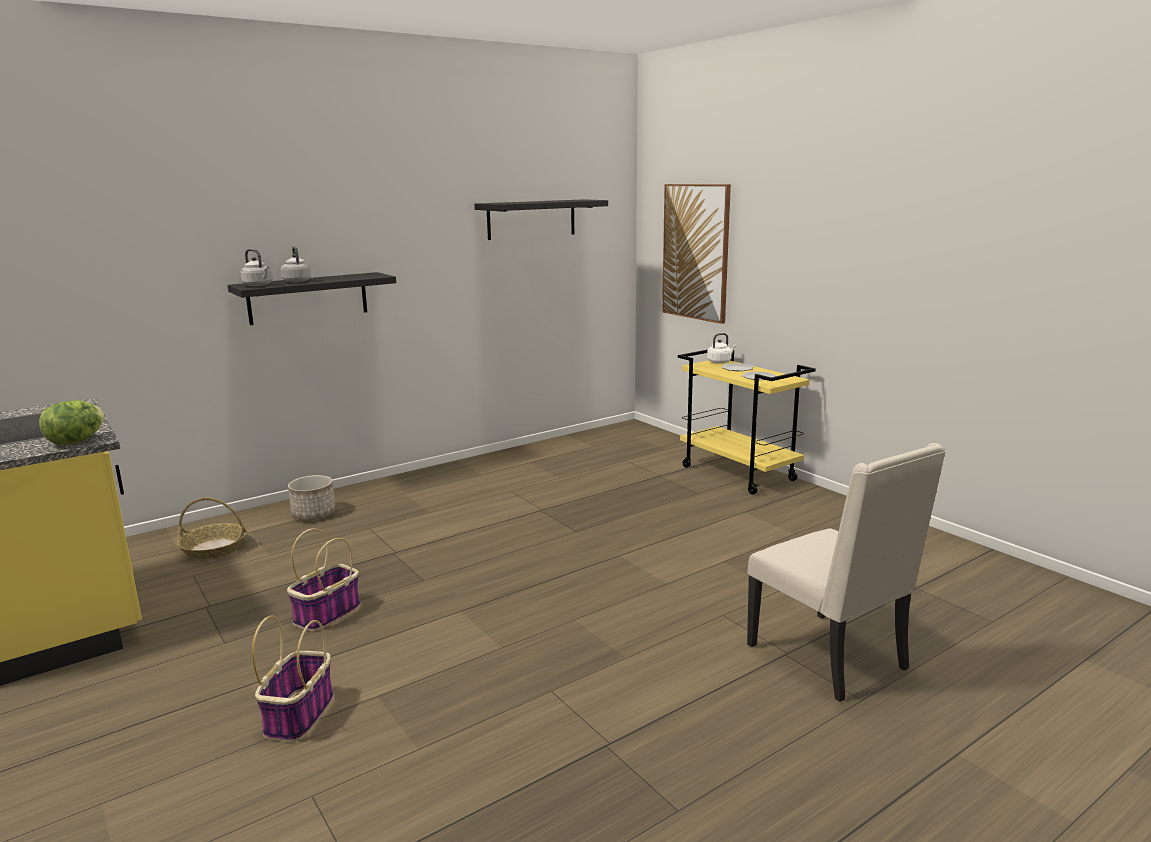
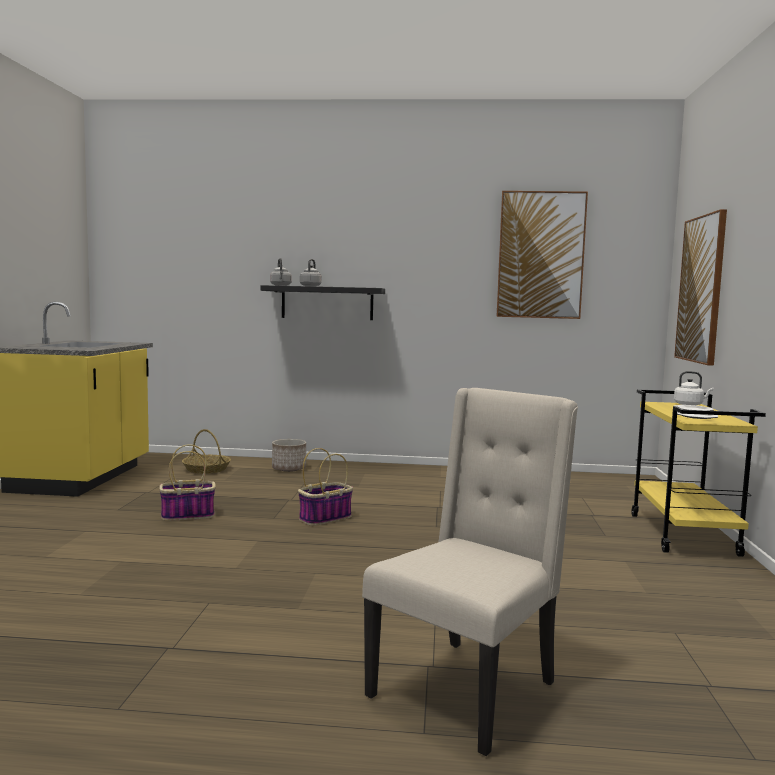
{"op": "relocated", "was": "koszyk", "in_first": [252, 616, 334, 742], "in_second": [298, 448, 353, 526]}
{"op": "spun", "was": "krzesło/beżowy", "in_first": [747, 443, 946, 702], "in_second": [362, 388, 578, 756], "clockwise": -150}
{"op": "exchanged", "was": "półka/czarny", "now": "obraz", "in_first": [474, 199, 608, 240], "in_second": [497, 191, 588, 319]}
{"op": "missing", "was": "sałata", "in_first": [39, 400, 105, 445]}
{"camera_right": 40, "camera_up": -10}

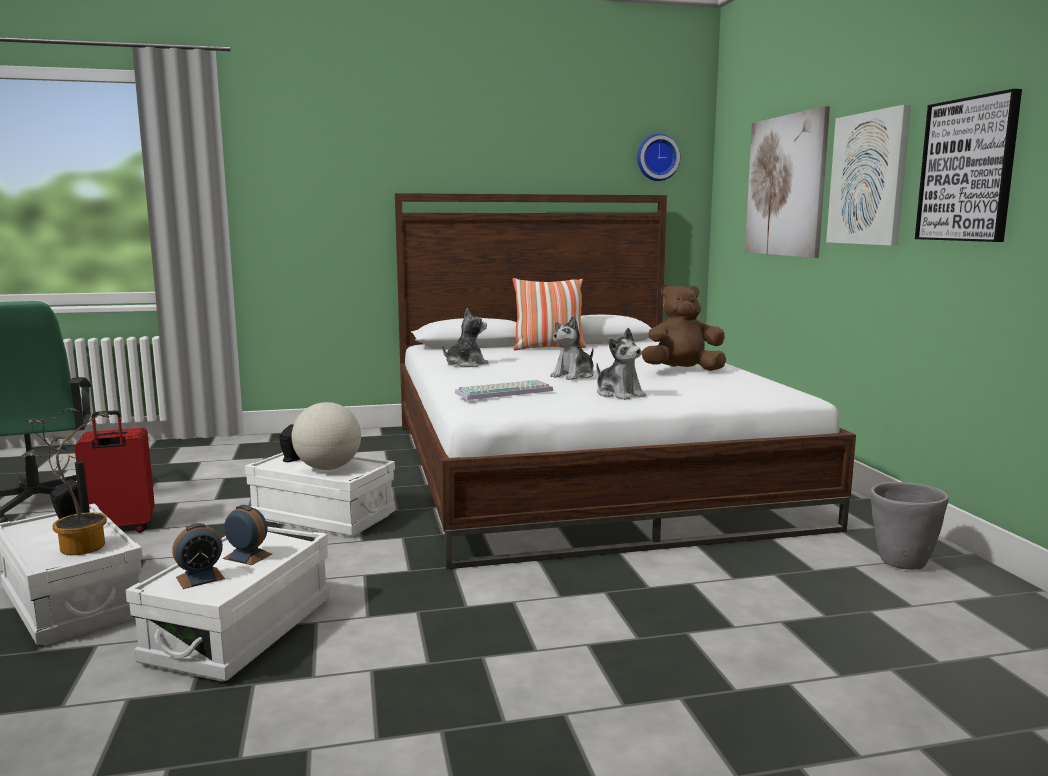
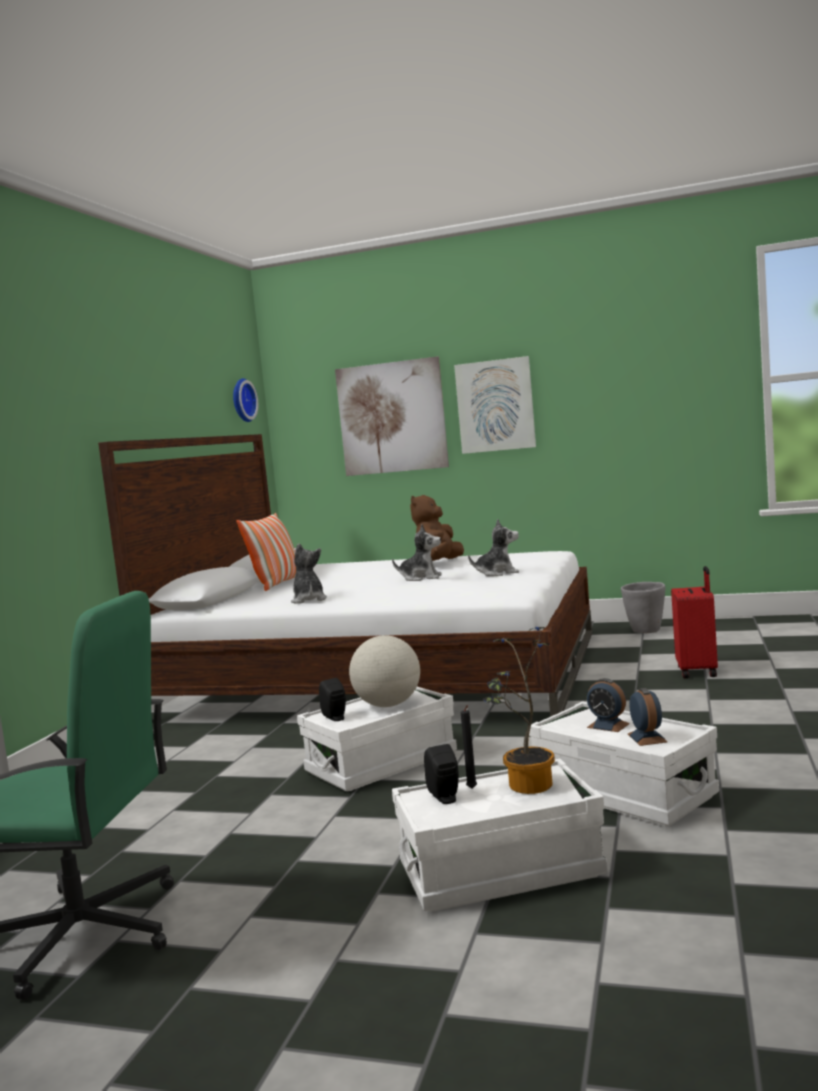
{"op": "spun", "was": "pluszak", "in_first": [550, 316, 594, 380], "in_second": [392, 524, 442, 581], "clockwise": -60}
{"op": "spun", "was": "budzik", "in_first": [223, 505, 272, 565], "in_second": [587, 678, 630, 732], "clockwise": -105}
{"op": "relocated", "was": "walizka/czerwony", "in_first": [74, 410, 155, 533], "in_second": [671, 566, 718, 678]}
{"op": "missing", "was": "klawiatura", "in_first": [455, 380, 553, 400]}
{"op": "missing", "was": "obraz", "in_first": [915, 89, 1022, 242]}
{"camera_right": -60, "camera_up": -5}

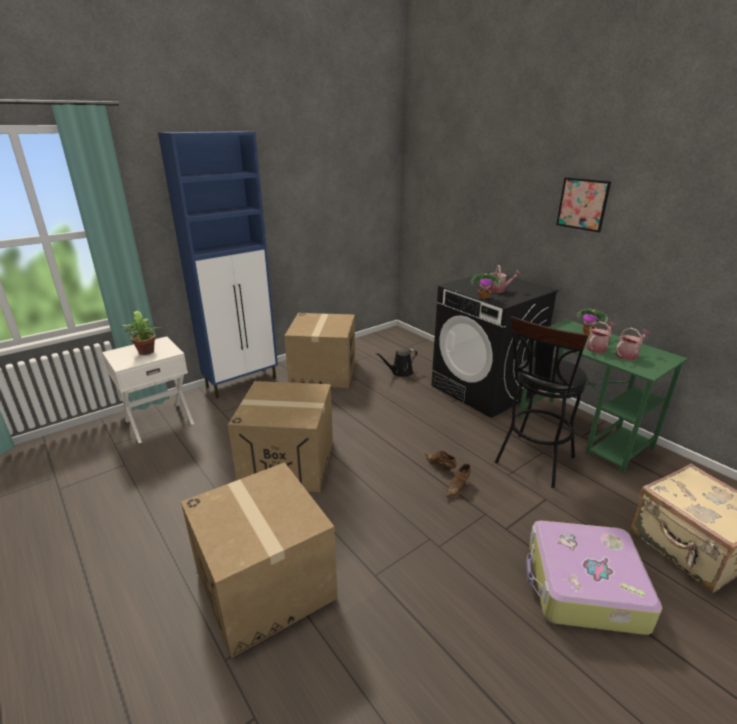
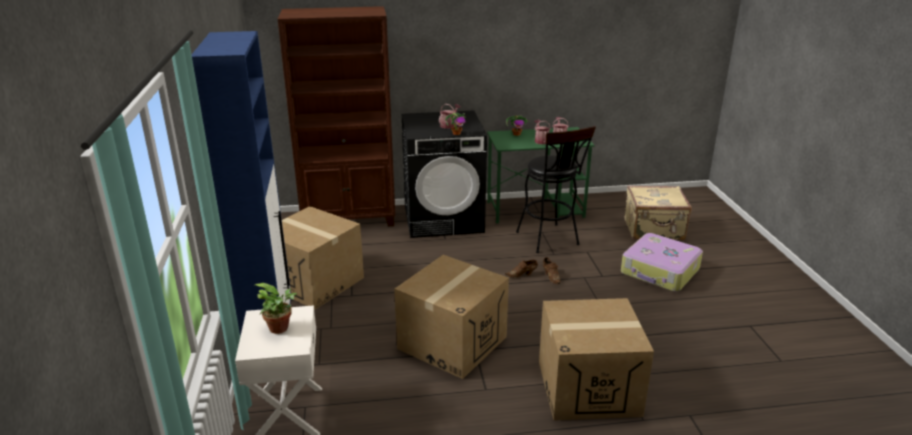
{"op": "appeared", "now": "regał/brązowy", "in_second": [278, 6, 395, 226]}
{"op": "missing", "was": "konewka/czarny", "in_first": [376, 349, 418, 376]}
{"op": "missing", "was": "obraz", "in_first": [556, 177, 611, 232]}
{"camera_right": -60, "camera_up": 0}

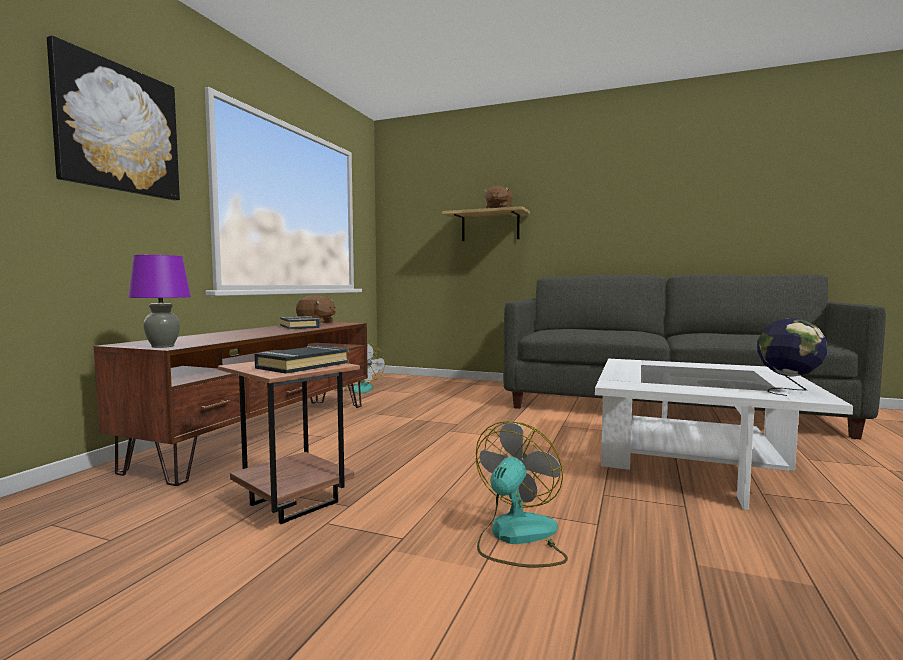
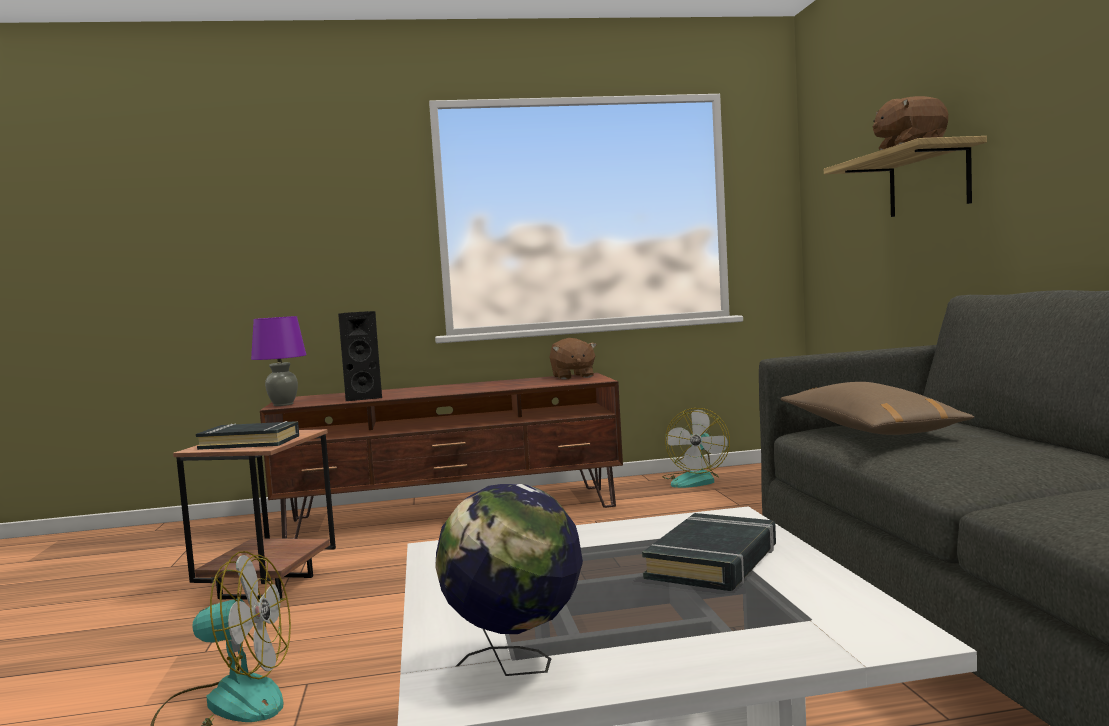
{"op": "appeared", "now": "głośnik/czarny", "in_second": [338, 311, 382, 401]}
{"op": "relocated", "was": "książka/czarny", "in_first": [280, 316, 320, 329], "in_second": [642, 513, 776, 591]}
{"op": "appeared", "now": "poduszka/brązowy", "in_second": [781, 382, 974, 435]}
{"op": "missing", "was": "obraz", "in_first": [47, 35, 180, 201]}
{"camera_right": 60, "camera_up": 0}

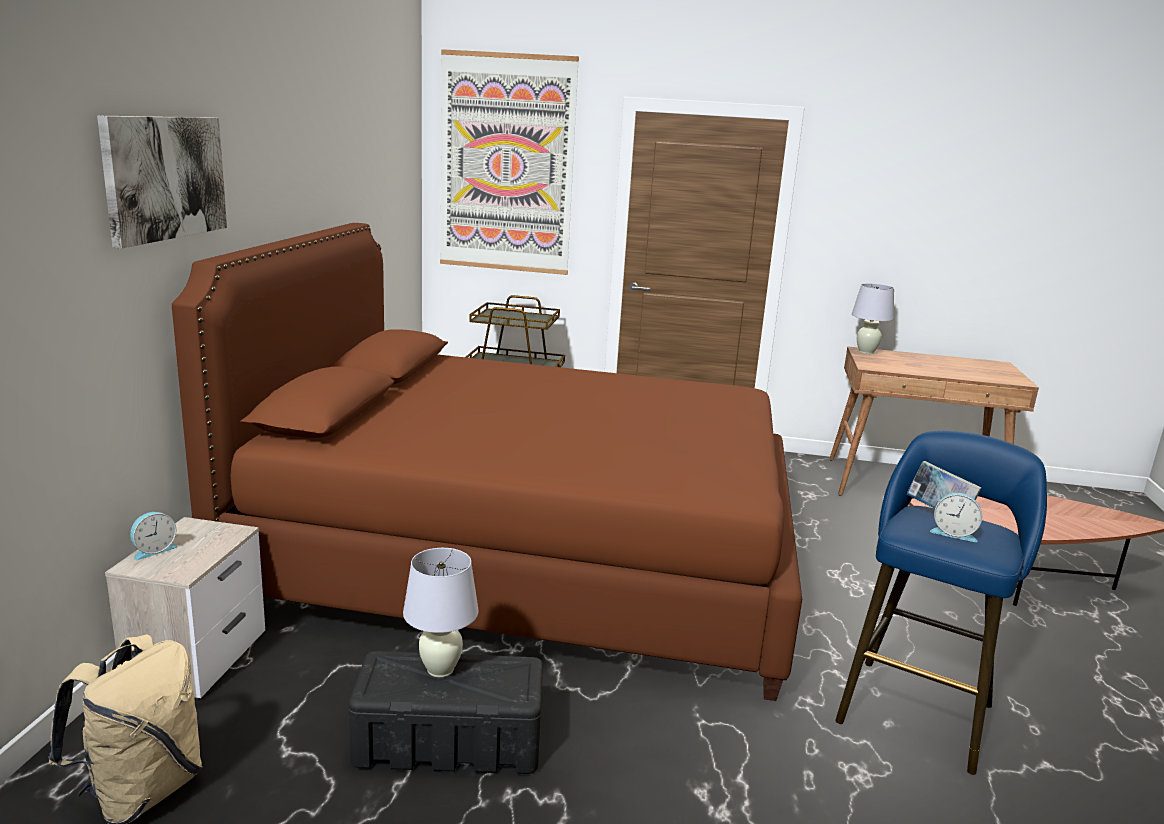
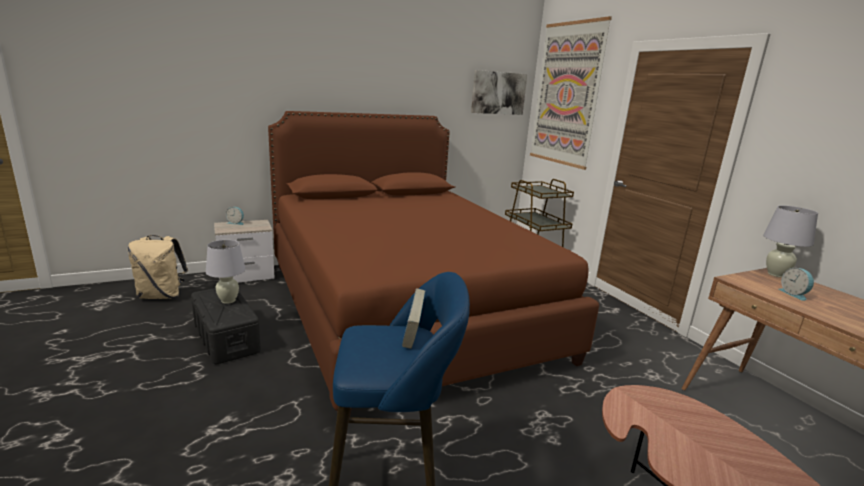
{"op": "relocated", "was": "obraz", "in_first": [97, 116, 227, 248], "in_second": [471, 70, 528, 115]}
{"op": "relocated", "was": "budzik", "in_first": [930, 493, 982, 542], "in_second": [779, 268, 814, 301]}
{"camera_right": 55, "camera_up": 0}

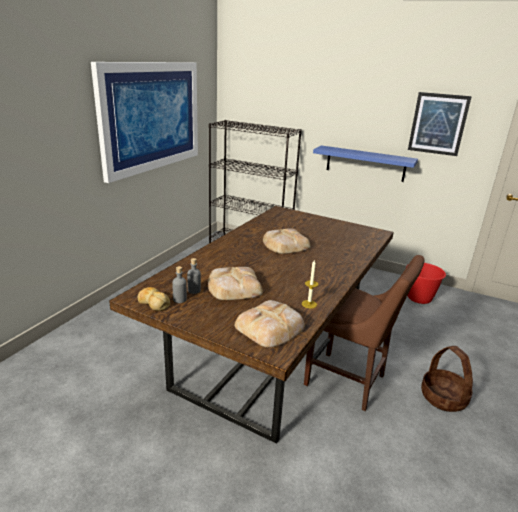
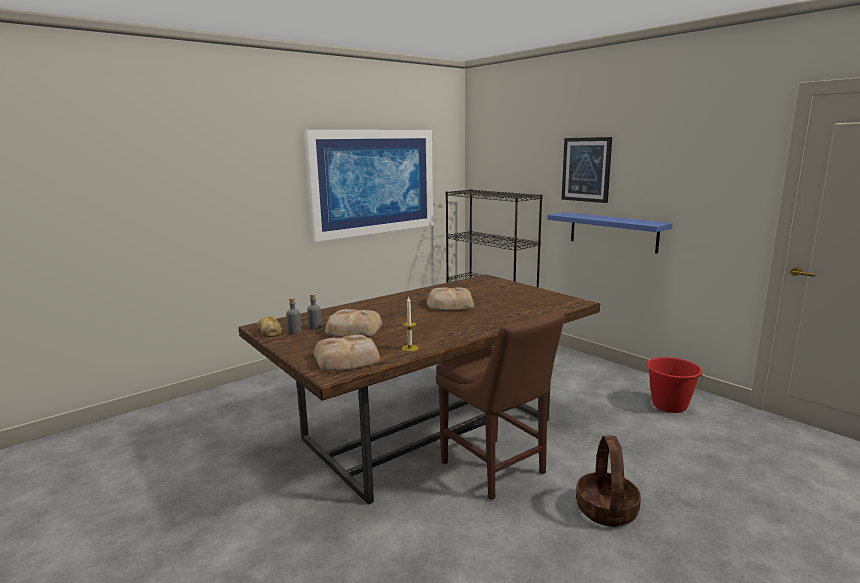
{"op": "relocated", "was": "obraz", "in_first": [408, 92, 472, 156], "in_second": [562, 137, 612, 203]}
{"camera_right": 25, "camera_up": -10}

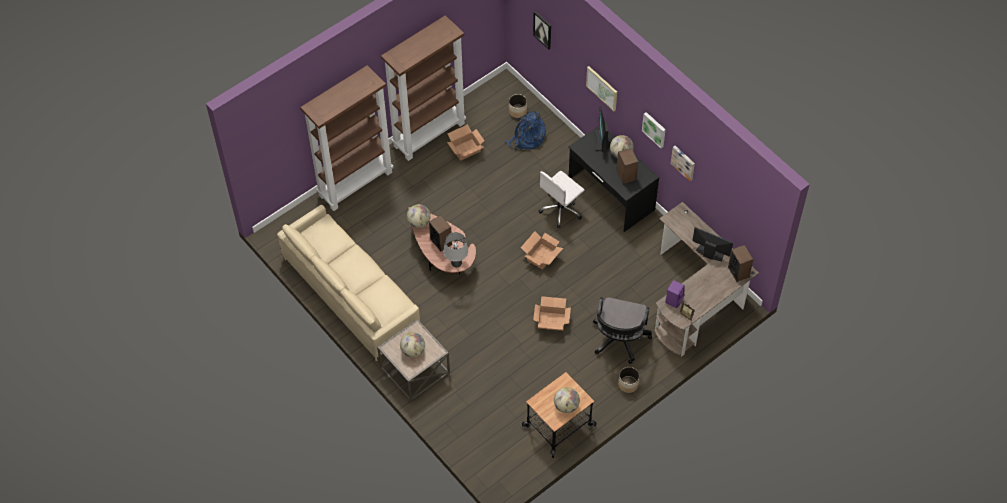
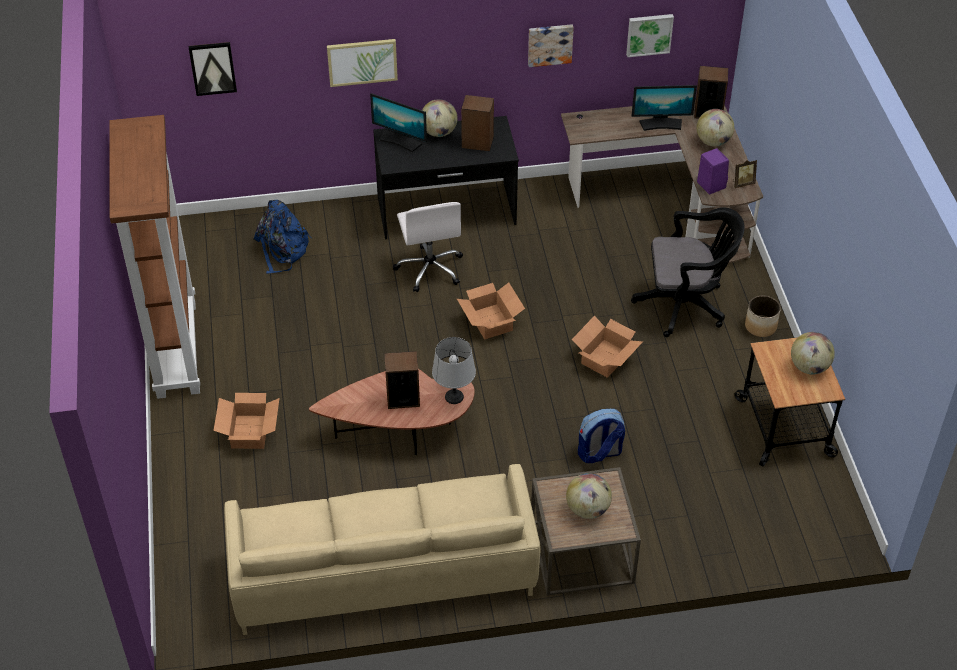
{"op": "relocated", "was": "karton", "in_first": [447, 124, 485, 161], "in_second": [213, 393, 279, 449]}
{"op": "appeared", "now": "plecak", "in_second": [578, 409, 625, 463]}
{"op": "relocated", "was": "obraz", "in_first": [642, 112, 666, 148], "in_second": [626, 14, 674, 57]}
{"op": "spun", "was": "krzesło biurowe/czarny", "in_first": [593, 297, 652, 364], "in_second": [631, 207, 745, 337], "clockwise": -45}
{"op": "spun", "was": "monitor", "in_first": [692, 227, 733, 261], "in_second": [632, 85, 697, 131], "clockwise": -150}
{"op": "relocated", "was": "globus", "in_first": [407, 204, 431, 228], "in_second": [697, 109, 734, 146]}
{"op": "missing", "was": "regał/brązowy", "in_first": [300, 65, 393, 211]}
{"op": "missing", "was": "donica", "in_first": [509, 94, 527, 118]}
{"camera_right": -60, "camera_up": -10}

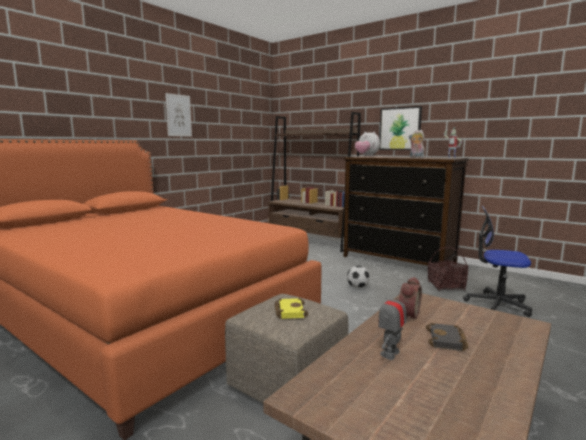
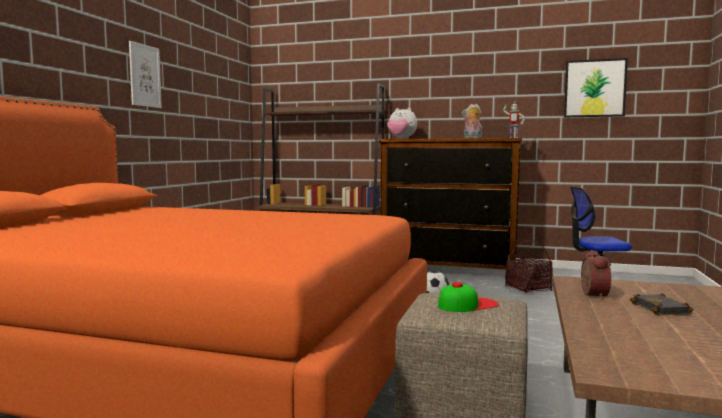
{"op": "exchanged", "was": "książka/żółty", "now": "czapka z daszkiem", "in_first": [275, 298, 308, 319], "in_second": [438, 282, 499, 312]}
{"op": "relocated", "was": "obraz", "in_first": [379, 106, 422, 150], "in_second": [564, 58, 628, 117]}
{"op": "missing", "was": "robot zabawkowy", "in_first": [378, 286, 407, 360]}
{"camera_right": -20, "camera_up": -5}

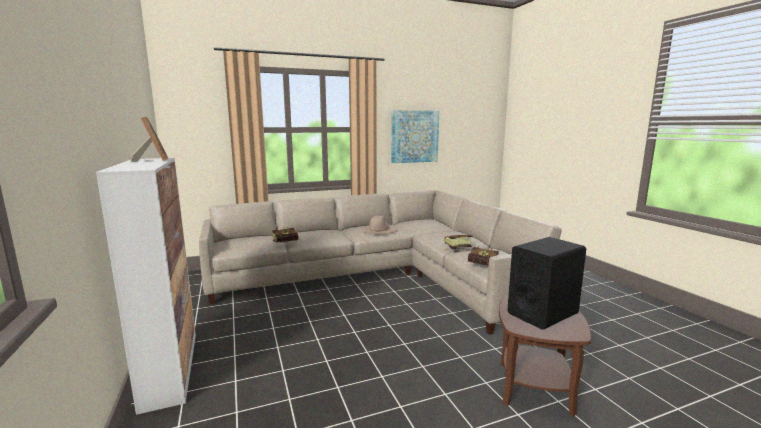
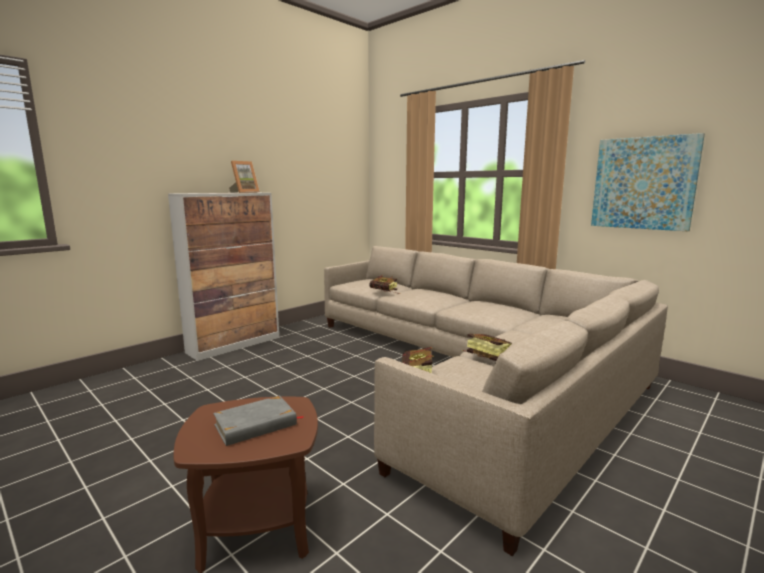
{"op": "exchanged", "was": "głośnik/czarny", "now": "książka/szary", "in_first": [507, 237, 586, 330], "in_second": [213, 395, 304, 446]}
{"op": "missing", "was": "kapelusz/beżowy", "in_first": [361, 215, 398, 234]}
{"camera_right": 65, "camera_up": 0}

